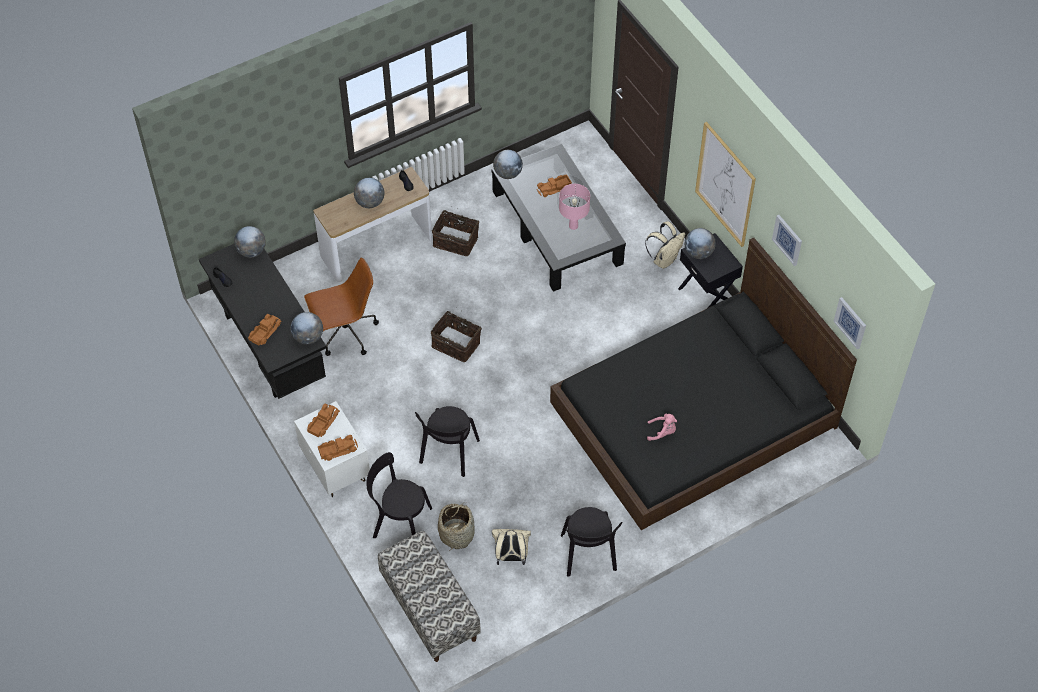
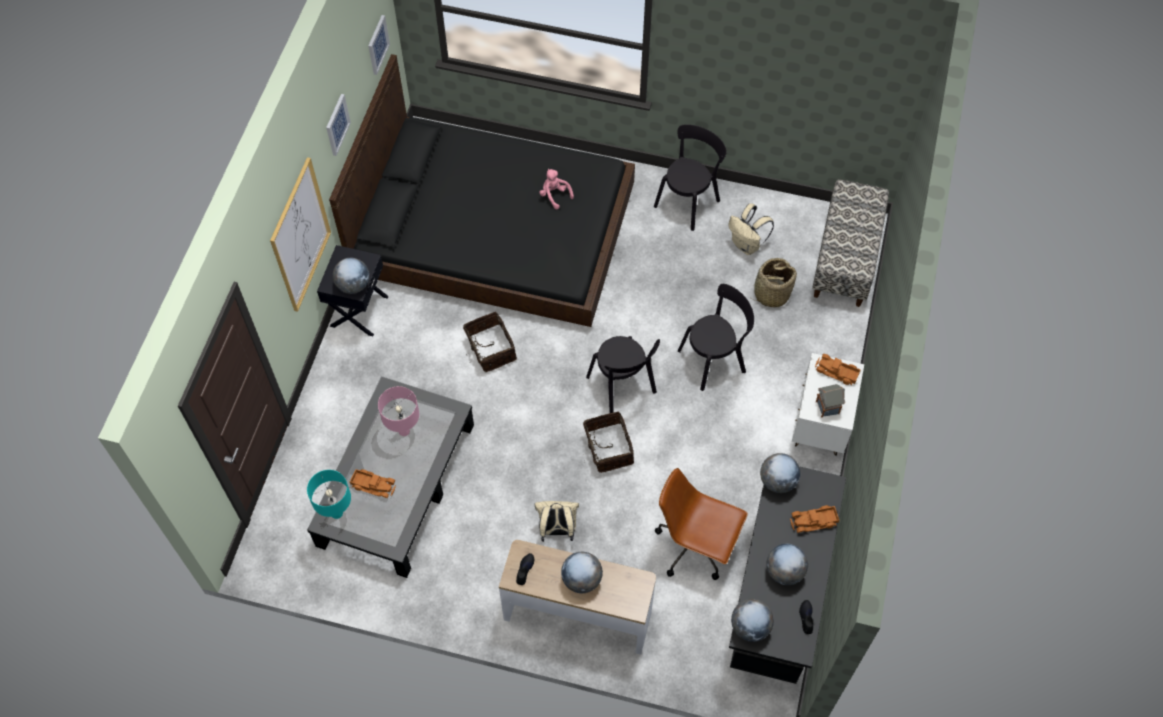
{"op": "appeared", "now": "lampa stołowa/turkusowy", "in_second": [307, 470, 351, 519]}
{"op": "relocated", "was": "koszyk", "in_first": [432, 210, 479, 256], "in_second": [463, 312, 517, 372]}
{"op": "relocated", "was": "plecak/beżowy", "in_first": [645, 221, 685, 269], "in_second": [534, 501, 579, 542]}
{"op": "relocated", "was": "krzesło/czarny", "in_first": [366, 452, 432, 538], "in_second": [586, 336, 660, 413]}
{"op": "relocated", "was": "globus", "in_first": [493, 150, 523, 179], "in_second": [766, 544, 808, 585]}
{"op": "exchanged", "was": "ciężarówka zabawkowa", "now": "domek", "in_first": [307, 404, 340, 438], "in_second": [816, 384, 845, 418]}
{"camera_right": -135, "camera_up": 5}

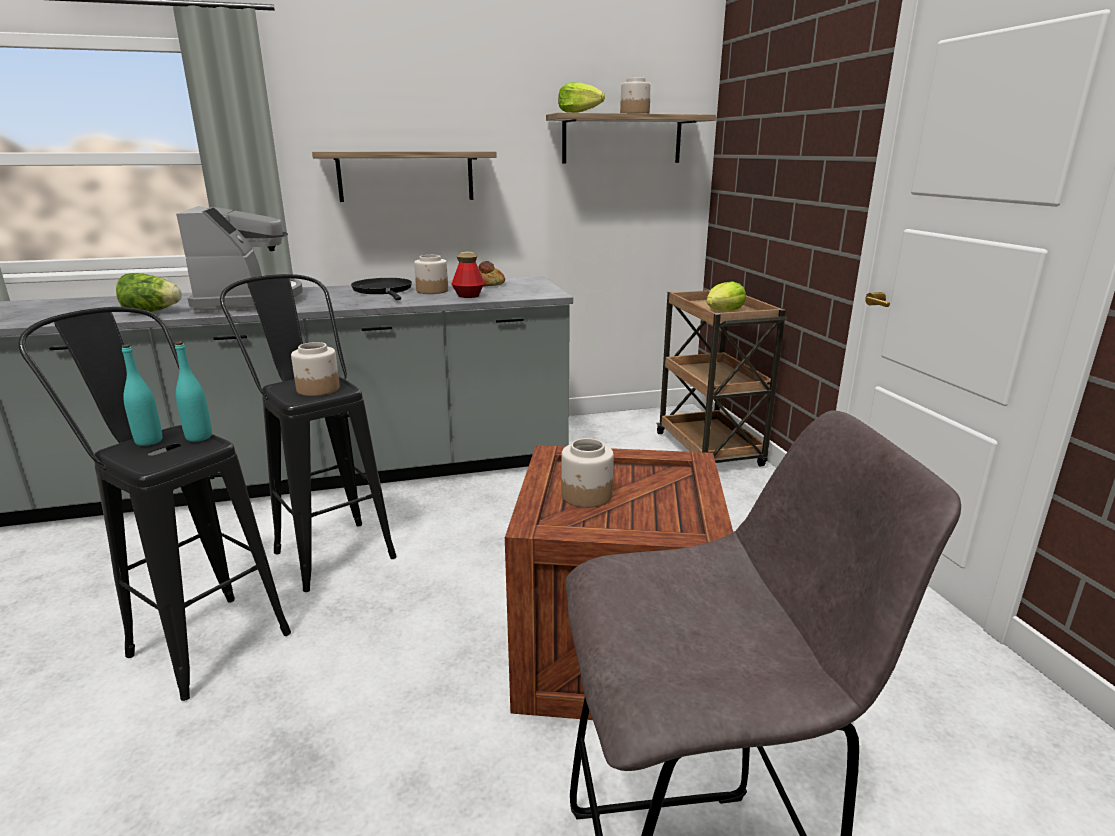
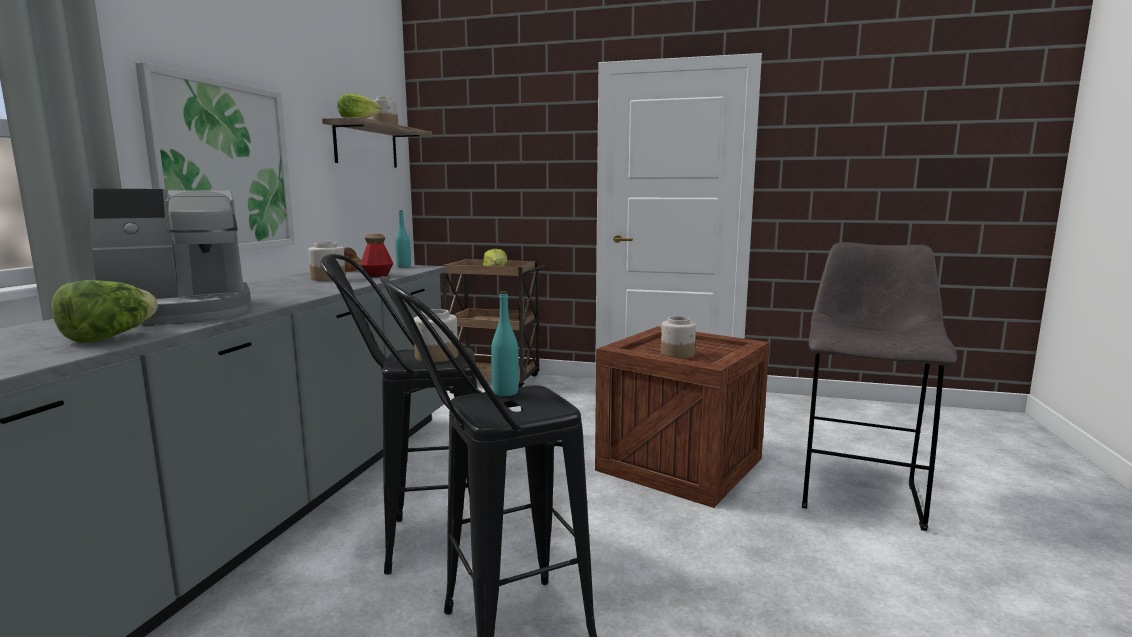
{"op": "spun", "was": "ekspres do kawy", "in_first": [176, 206, 303, 313], "in_second": [89, 189, 251, 324], "clockwise": 135}
{"op": "exchanged", "was": "półka", "now": "obraz", "in_first": [312, 151, 497, 202], "in_second": [135, 62, 295, 251]}
{"op": "relocated", "was": "butelka/turkusowy", "in_first": [122, 344, 162, 446], "in_second": [395, 211, 411, 267]}
{"op": "missing", "was": "patelnia/czarny", "in_first": [351, 278, 412, 300]}
{"camera_right": -60, "camera_up": -10}

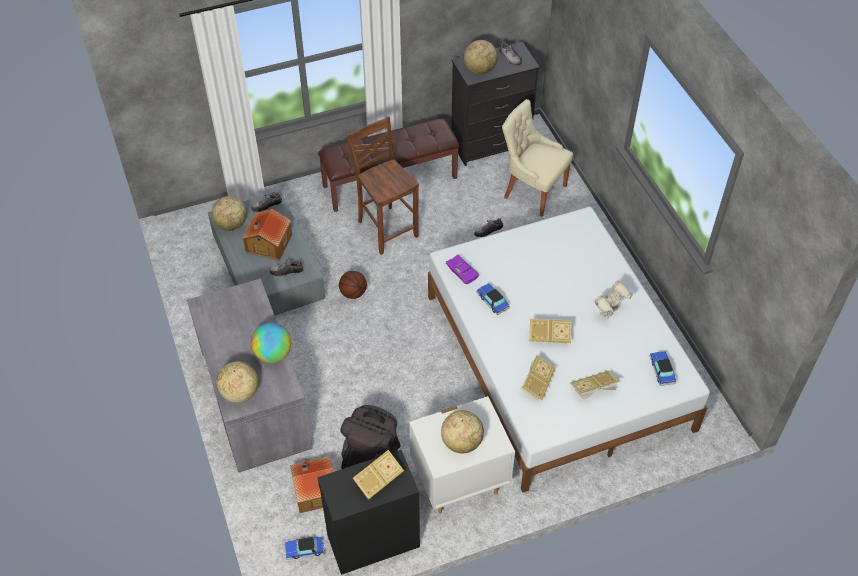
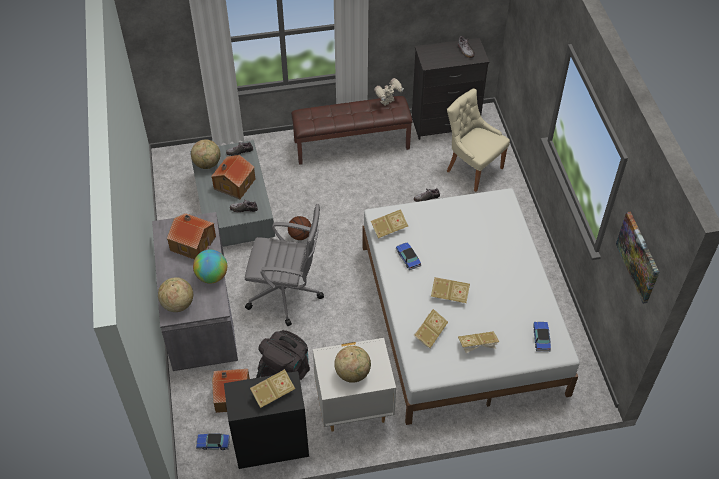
{"op": "appeared", "now": "domek", "in_second": [167, 213, 216, 259]}
{"op": "appeared", "now": "krzesło biurowe/szary", "in_second": [245, 204, 324, 326]}
{"op": "exchanged", "was": "samochodzik/fioletowy", "now": "książka", "in_first": [446, 254, 479, 284], "in_second": [371, 209, 408, 238]}
{"op": "relocated", "was": "robot zabawkowy", "in_first": [594, 281, 633, 319], "in_second": [374, 78, 404, 106]}
{"op": "appeared", "now": "obraz", "in_second": [616, 211, 659, 304]}
{"op": "missing", "was": "krzesło/brązowy", "in_first": [346, 116, 419, 255]}
{"op": "missing", "was": "globus", "in_first": [464, 40, 498, 74]}
{"camera_right": 10, "camera_up": 0}

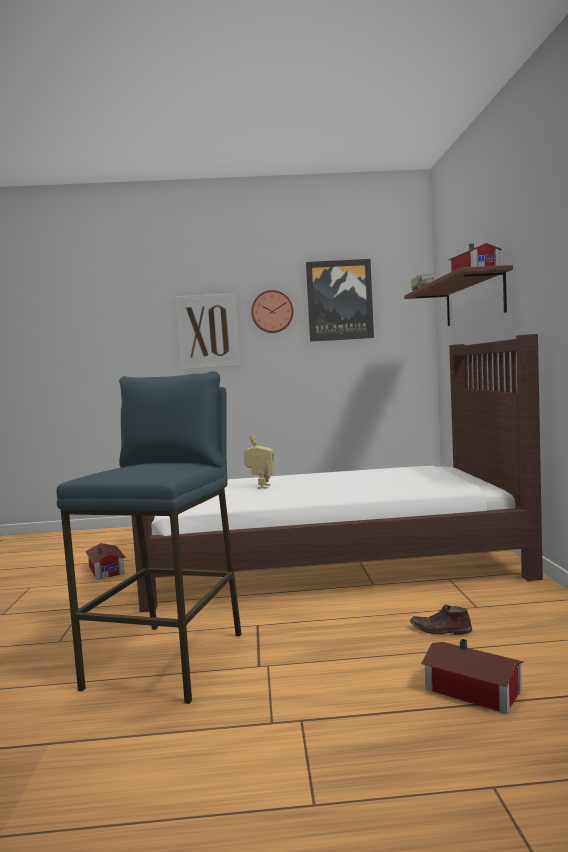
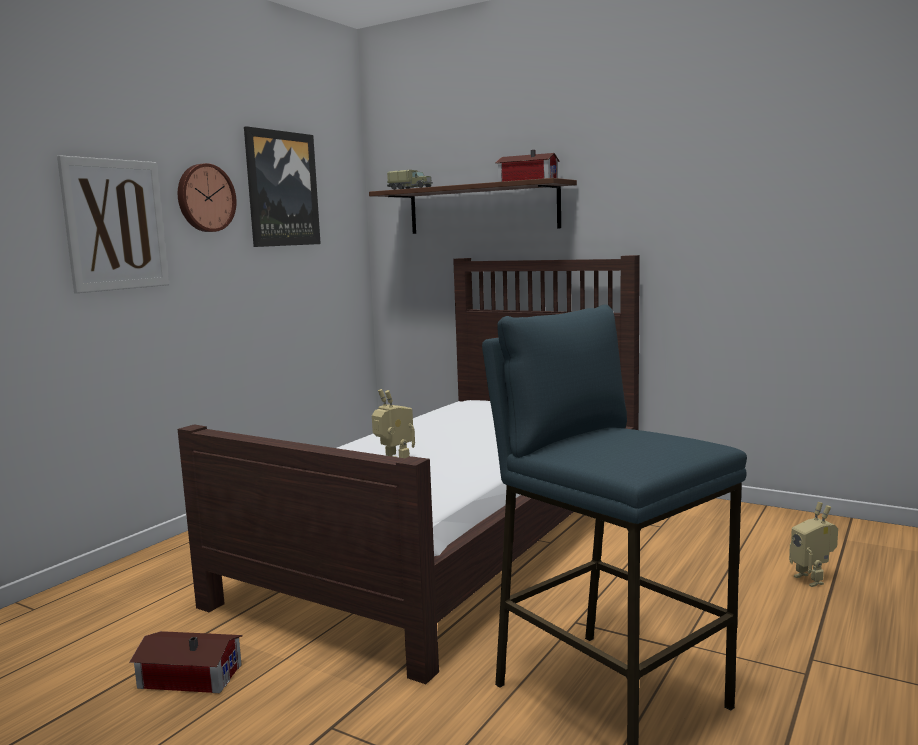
{"op": "exchanged", "was": "domek", "now": "robot zabawkowy", "in_first": [421, 639, 524, 714], "in_second": [789, 502, 838, 587]}
{"op": "missing", "was": "but/brązowy", "in_first": [410, 605, 472, 635]}
{"camera_right": -55, "camera_up": 5}

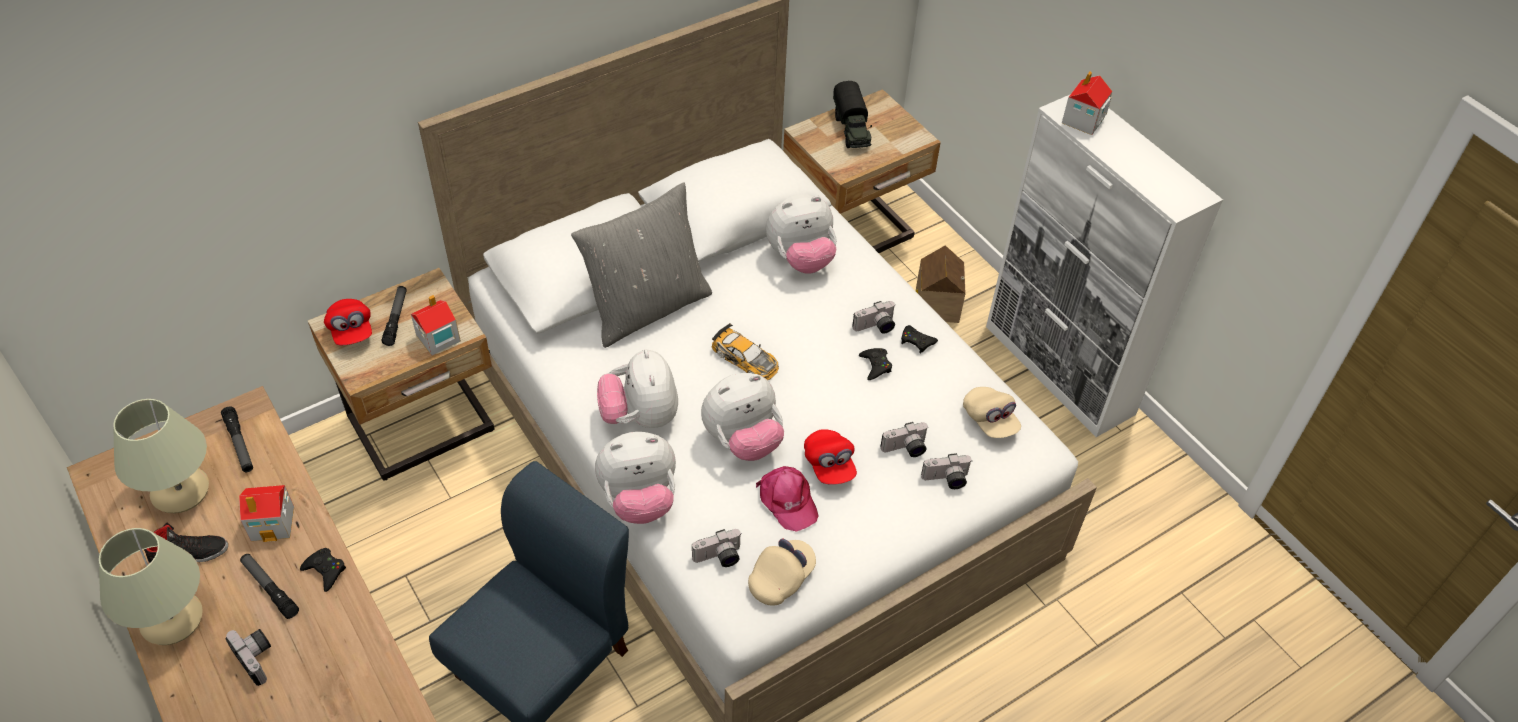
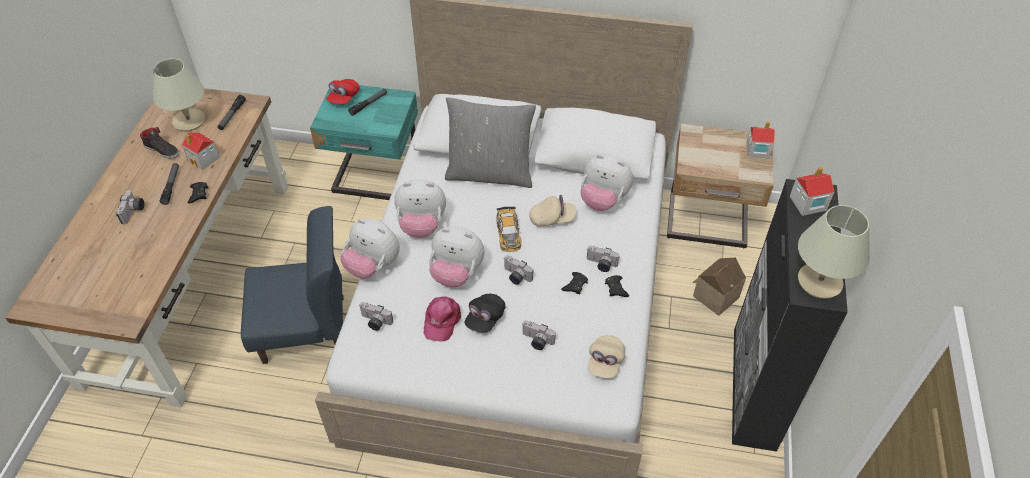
{"op": "colour", "was": "szafka nocna/beżowy", "now": "szafka nocna/turkusowy", "in_first": [308, 268, 495, 481], "in_second": [310, 85, 418, 200]}
{"op": "spun", "was": "pluszak", "in_first": [597, 349, 678, 428], "in_second": [394, 179, 446, 238], "clockwise": -120}
{"op": "colour", "was": "czapka z daszkiem/czerwony", "now": "czapka z daszkiem/czarny", "in_first": [804, 430, 857, 485], "in_second": [465, 294, 505, 333]}
{"op": "relocated", "was": "aparat fotograficzny", "in_first": [921, 453, 972, 489], "in_second": [504, 255, 533, 285]}
{"op": "relocated", "was": "czapka z daszkiem/beżowy", "in_first": [748, 539, 816, 606], "in_second": [529, 195, 576, 227]}
{"op": "colour", "was": "szafka/biały", "now": "szafka/czarny", "in_first": [986, 95, 1223, 437], "in_second": [732, 179, 848, 452]}
{"op": "relocated", "was": "domek", "in_first": [411, 295, 461, 356], "in_second": [747, 122, 775, 158]}
{"op": "relocated", "was": "lampa stołowa/beżowy", "in_first": [99, 528, 203, 645], "in_second": [798, 205, 870, 299]}
{"op": "missing", "was": "ciężarówka zabawkowa", "in_first": [833, 81, 872, 149]}
{"camera_right": 45, "camera_up": 0}

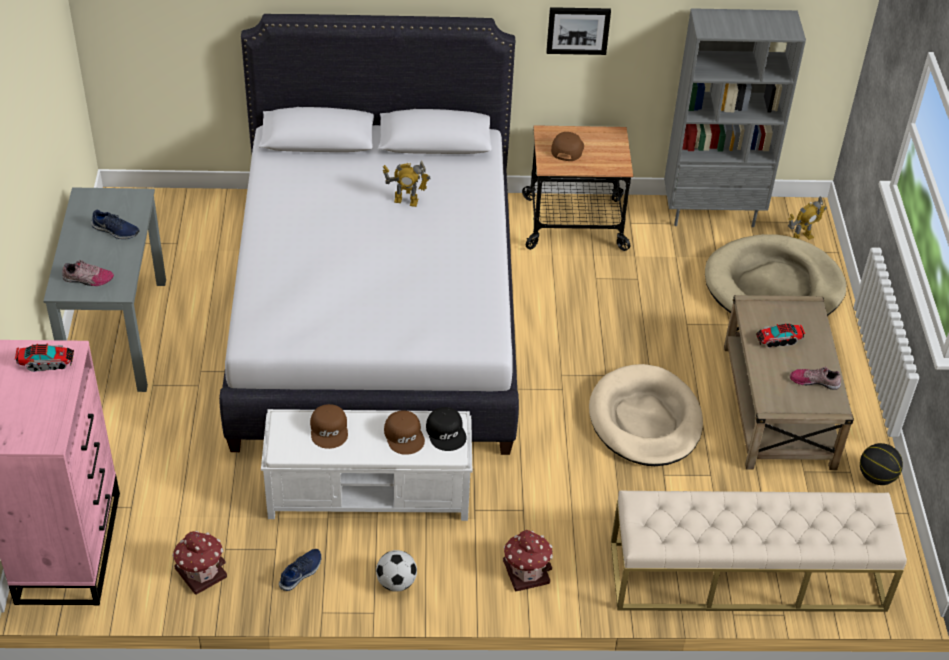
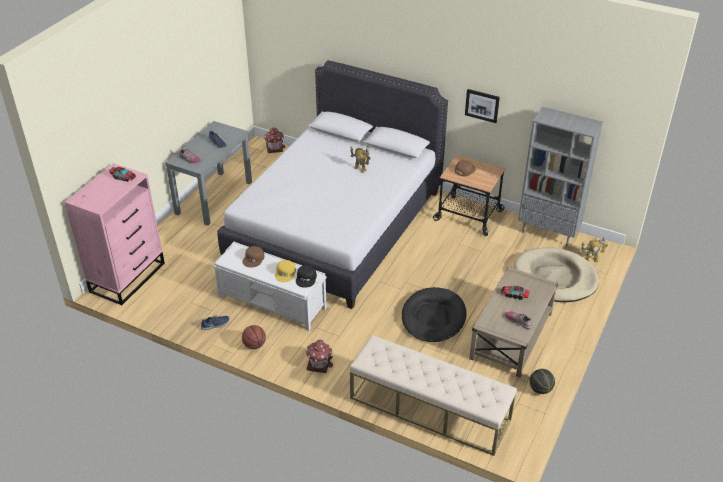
{"op": "exchanged", "was": "piłka futbolowa", "now": "piłka do koszykówki", "in_first": [376, 550, 417, 592], "in_second": [242, 325, 266, 349]}
{"op": "relocated", "was": "domek", "in_first": [172, 531, 227, 595], "in_second": [264, 127, 285, 153]}
{"op": "colour", "was": "czapka z daszkiem/brązowy", "now": "czapka z daszkiem/żółty", "in_first": [384, 410, 425, 455], "in_second": [275, 260, 296, 282]}
{"op": "colour", "was": "legowisko/beżowy", "now": "legowisko/czarny", "in_first": [589, 364, 703, 466], "in_second": [402, 287, 467, 342]}
{"camera_right": 30, "camera_up": -5}

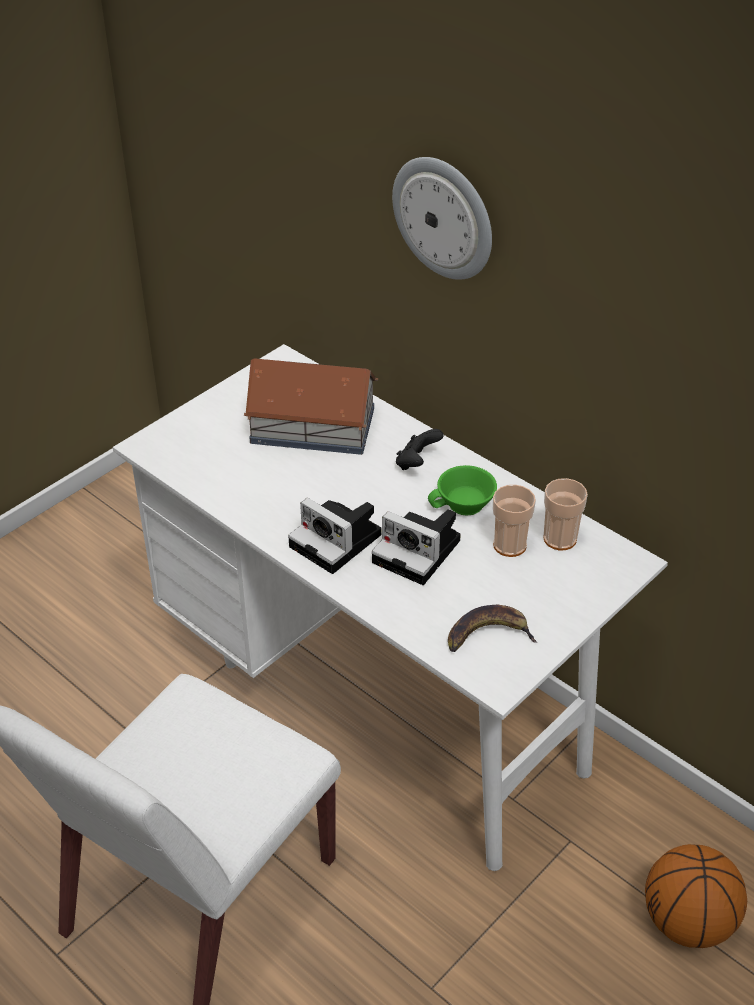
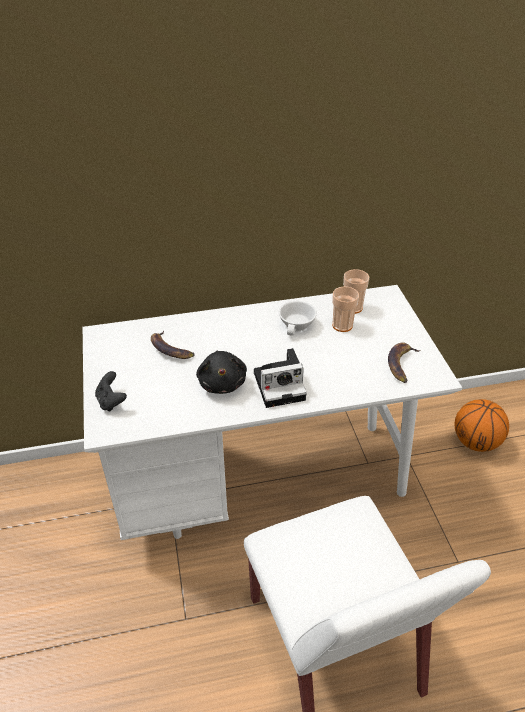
{"op": "relocated", "was": "pad do gier/czarny", "in_first": [396, 429, 444, 470], "in_second": [95, 371, 127, 412]}
{"op": "exchanged", "was": "domek", "now": "banan", "in_first": [244, 358, 378, 455], "in_second": [151, 331, 195, 359]}
{"op": "appeared", "now": "pluszak/czarny", "in_second": [196, 351, 247, 394]}
{"op": "colour", "was": "filiżanka/zielony", "now": "filiżanka/biały", "in_first": [428, 465, 497, 516], "in_second": [279, 301, 317, 336]}
{"op": "missing", "was": "aparat fotograficzny", "in_first": [372, 509, 461, 585]}
{"op": "missing", "was": "zegar ścienny", "in_first": [392, 157, 492, 280]}
{"camera_right": -55, "camera_up": 0}

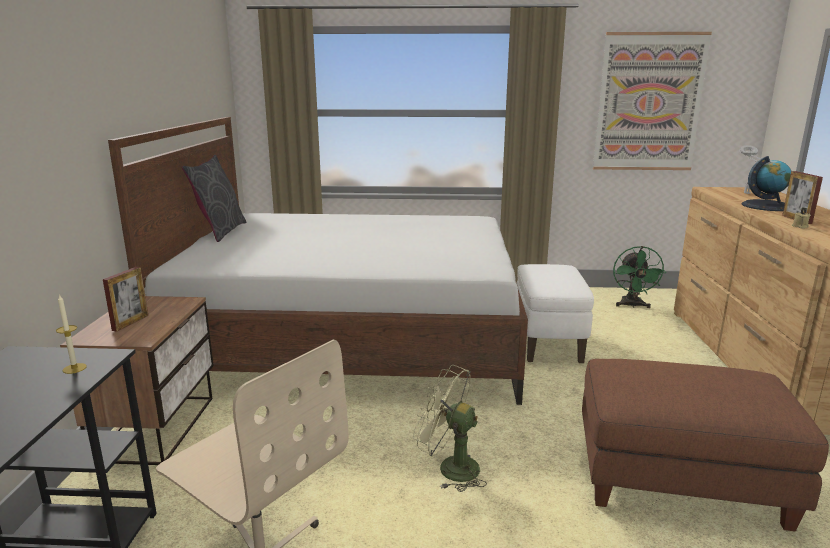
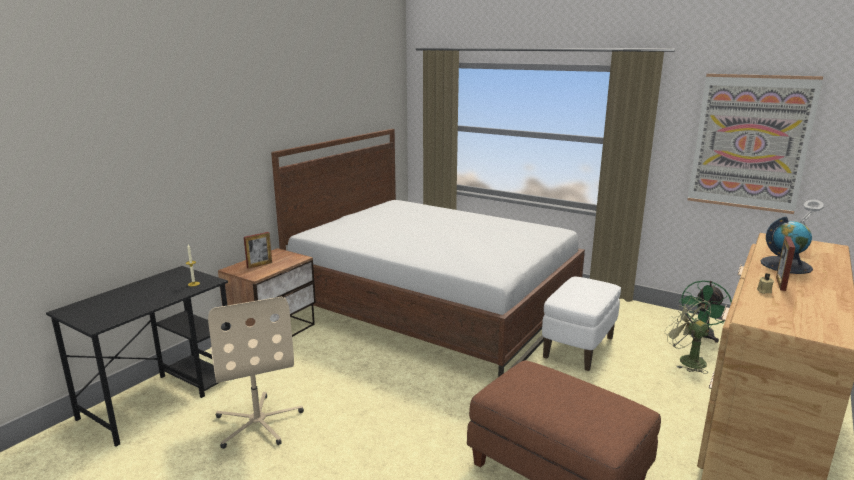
{"op": "relocated", "was": "wentylator/zielony", "in_first": [413, 365, 487, 492], "in_second": [664, 297, 711, 374]}
{"op": "missing", "was": "poduszka/szary", "in_first": [182, 155, 246, 242]}
{"camera_right": 30, "camera_up": 0}

